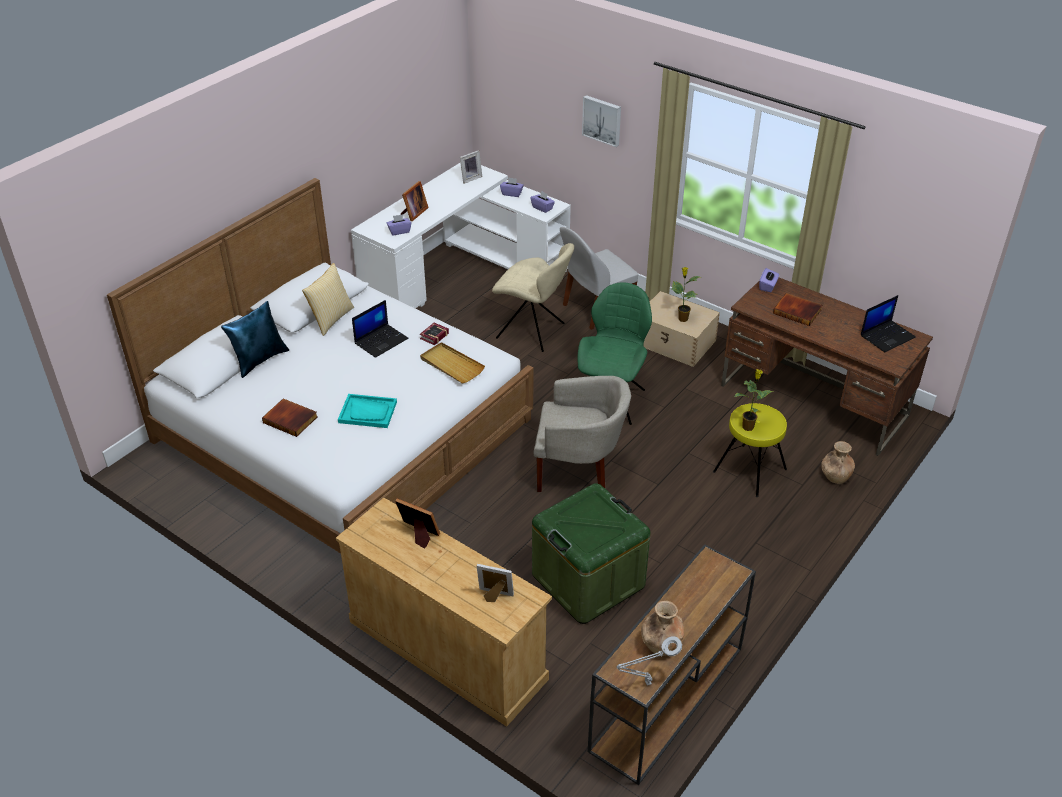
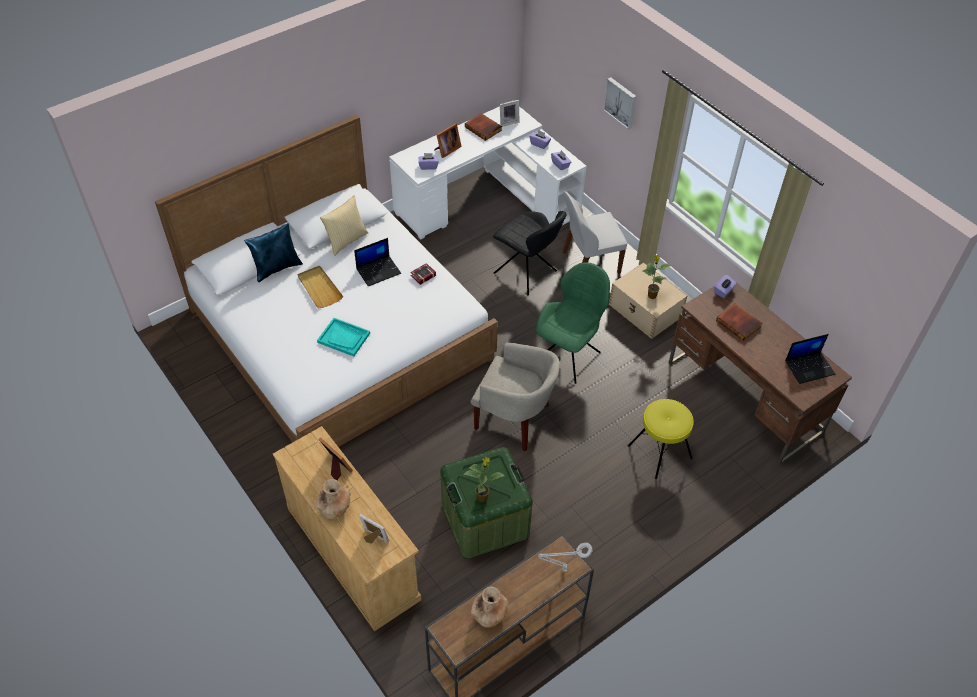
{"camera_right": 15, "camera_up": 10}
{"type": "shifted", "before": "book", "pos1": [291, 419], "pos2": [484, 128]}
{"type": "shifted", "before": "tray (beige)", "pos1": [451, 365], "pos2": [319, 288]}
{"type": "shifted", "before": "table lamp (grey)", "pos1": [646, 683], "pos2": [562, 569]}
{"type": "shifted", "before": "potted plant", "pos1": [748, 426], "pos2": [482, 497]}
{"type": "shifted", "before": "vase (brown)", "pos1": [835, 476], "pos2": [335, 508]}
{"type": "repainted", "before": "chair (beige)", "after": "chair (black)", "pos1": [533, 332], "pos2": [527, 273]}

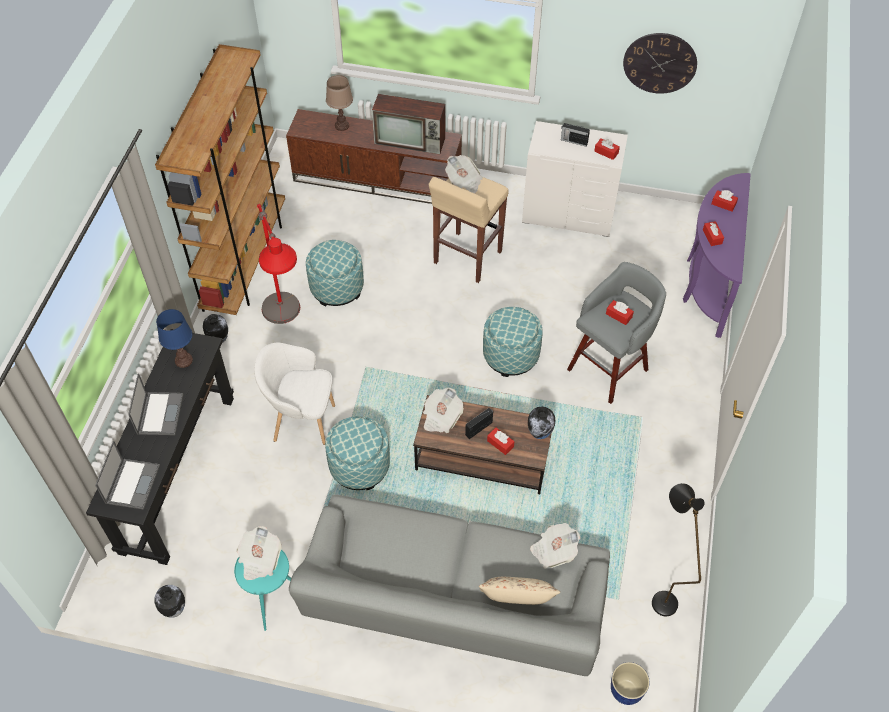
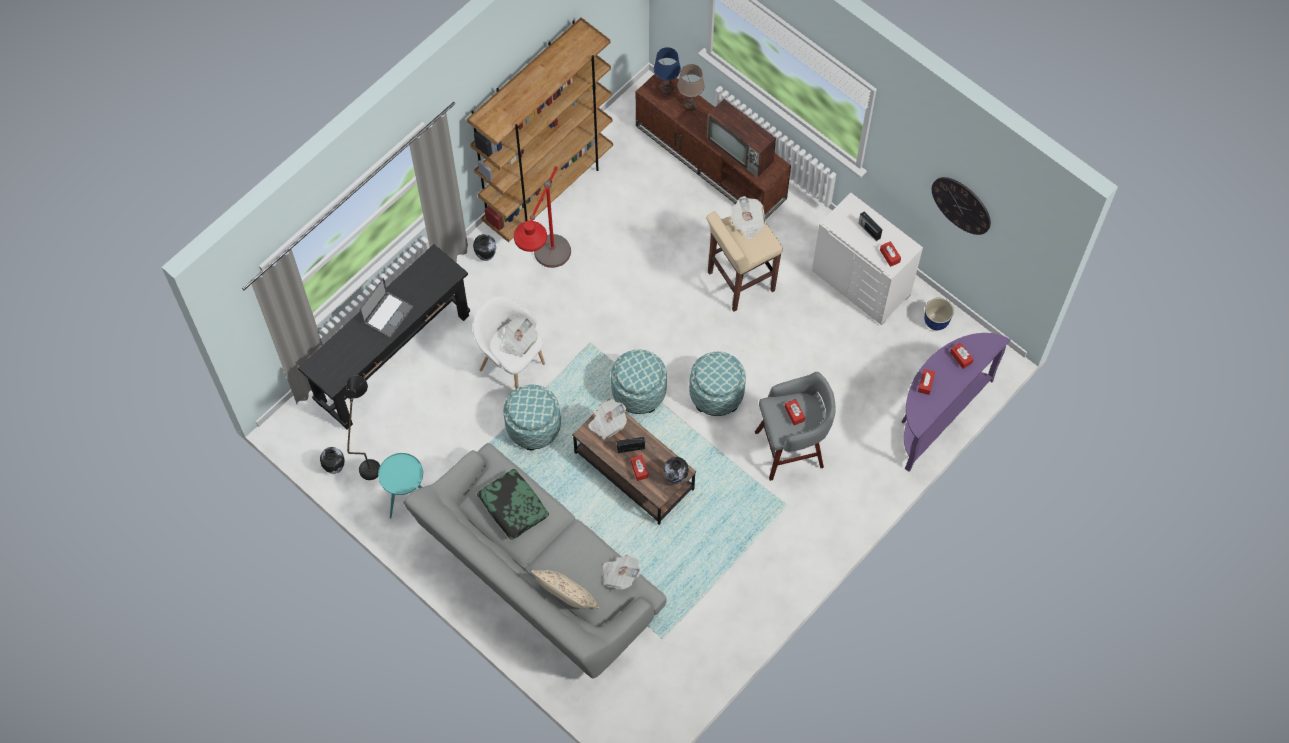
{"camera_right": 30, "camera_up": 10}
{"type": "gone", "before": "laptop", "pos1": [132, 483]}
{"type": "new", "after": "pillow", "pos2": [513, 507]}
{"type": "shifted", "before": "table lamp (blue)", "pos1": [183, 360], "pos2": [666, 87]}
{"type": "shifted", "before": "newspaper", "pos1": [259, 559], "pos2": [518, 342]}
{"type": "shifted", "before": "ottoman", "pos1": [337, 287], "pos2": [639, 391]}
{"type": "shifted", "before": "planter", "pos1": [625, 691], "pos2": [935, 321]}
{"type": "shifted", "before": "floor lamp (black)", "pos1": [659, 595], "pos2": [371, 462]}

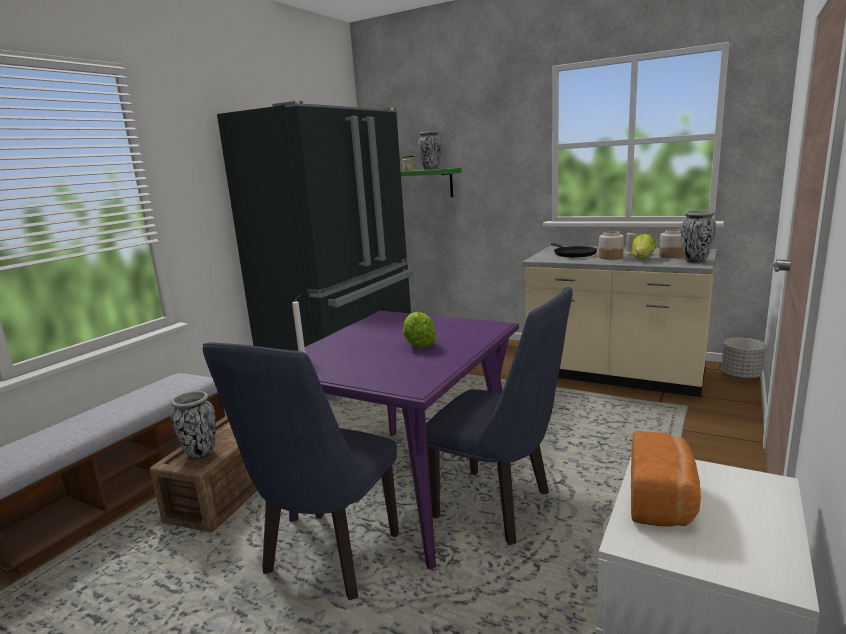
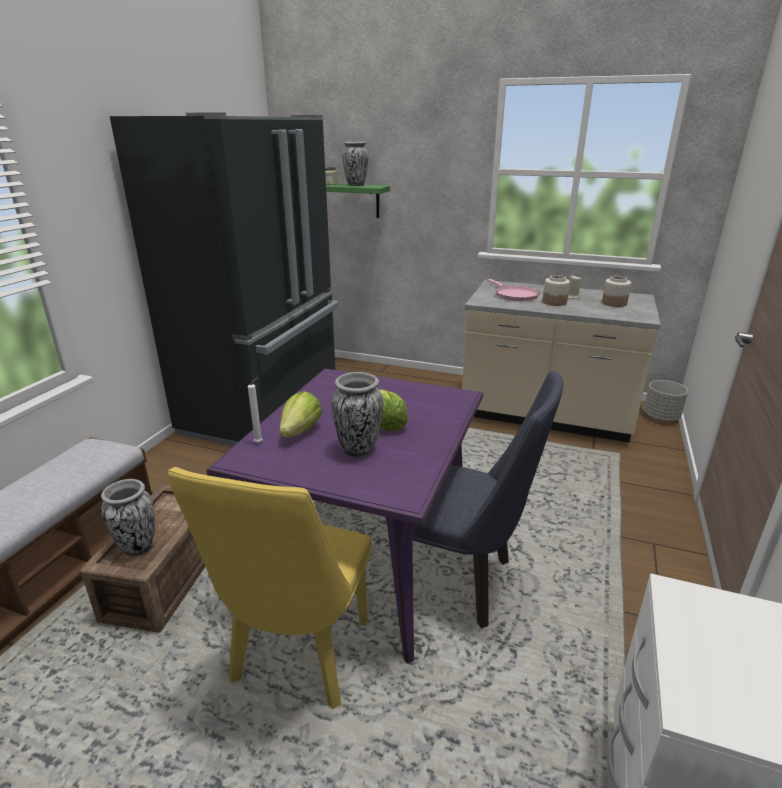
{"camera_right": -10, "camera_up": 10}
{"type": "gone", "before": "bread", "pos1": [662, 500]}
{"type": "shifted", "before": "lettuce", "pos1": [642, 259], "pos2": [300, 431]}
{"type": "shifted", "before": "vase", "pos1": [695, 261], "pos2": [358, 449]}
{"type": "repainted", "before": "chair (blue)", "after": "chair (yellow)", "pos1": [327, 561], "pos2": [298, 660]}
{"type": "repainted", "before": "frying pan (black)", "after": "frying pan (pink)", "pos1": [573, 254], "pos2": [514, 295]}

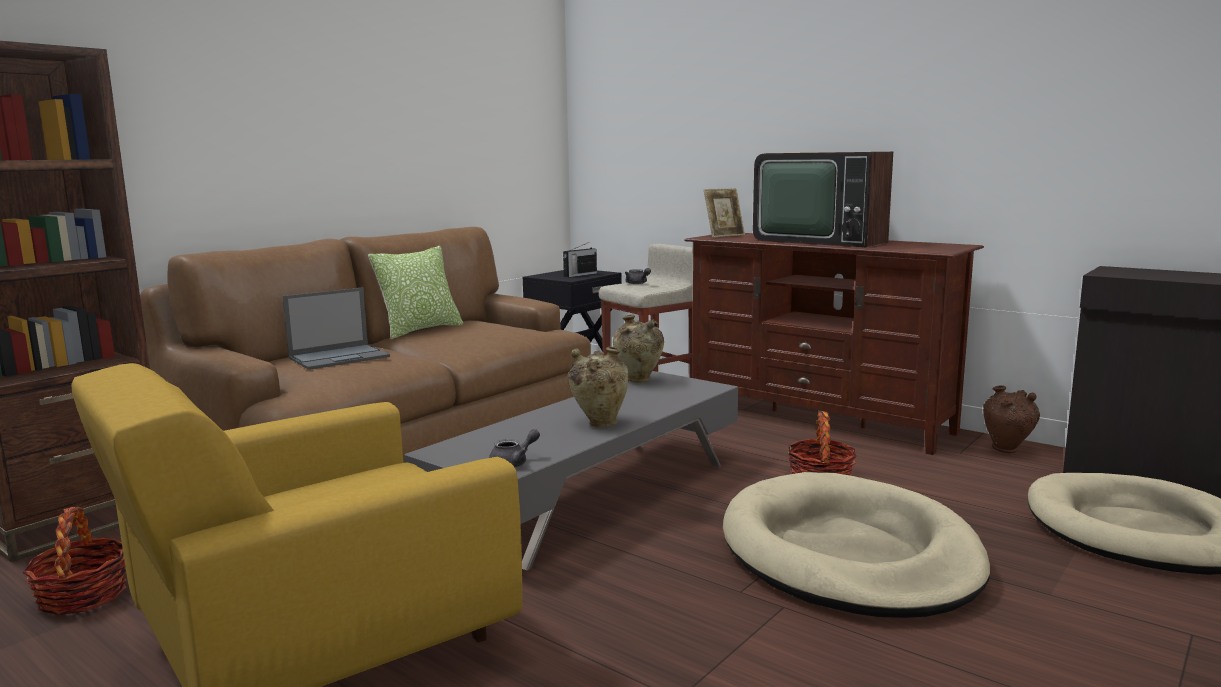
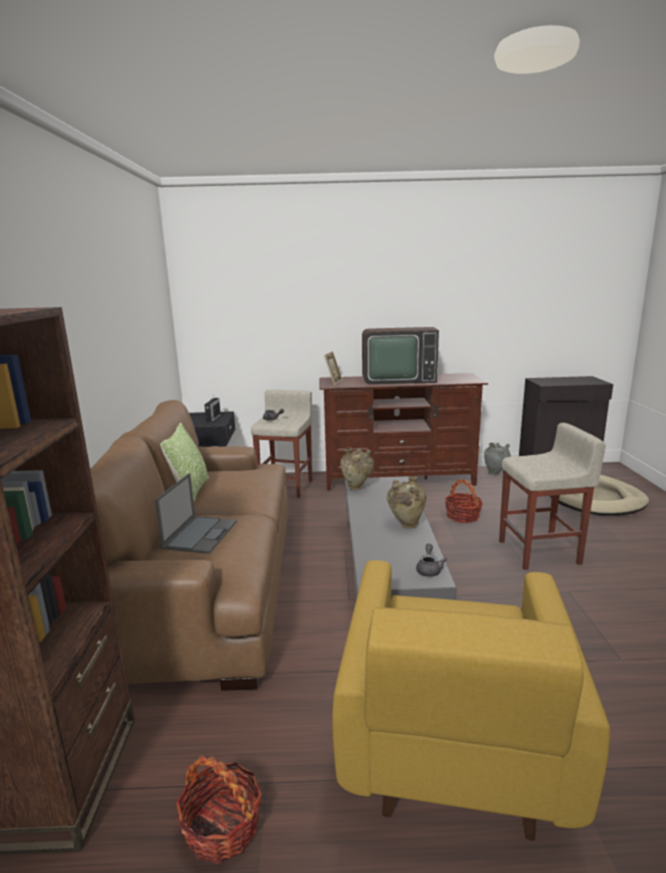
{"camera_right": -40, "camera_up": 5}
{"type": "swapped", "before": "dog bed (beige)", "after": "stool (beige)", "pos1": [849, 554], "pos2": [540, 552]}
{"type": "repainted", "before": "vase (brown)", "after": "vase (grey)", "pos1": [1007, 451], "pos2": [495, 474]}

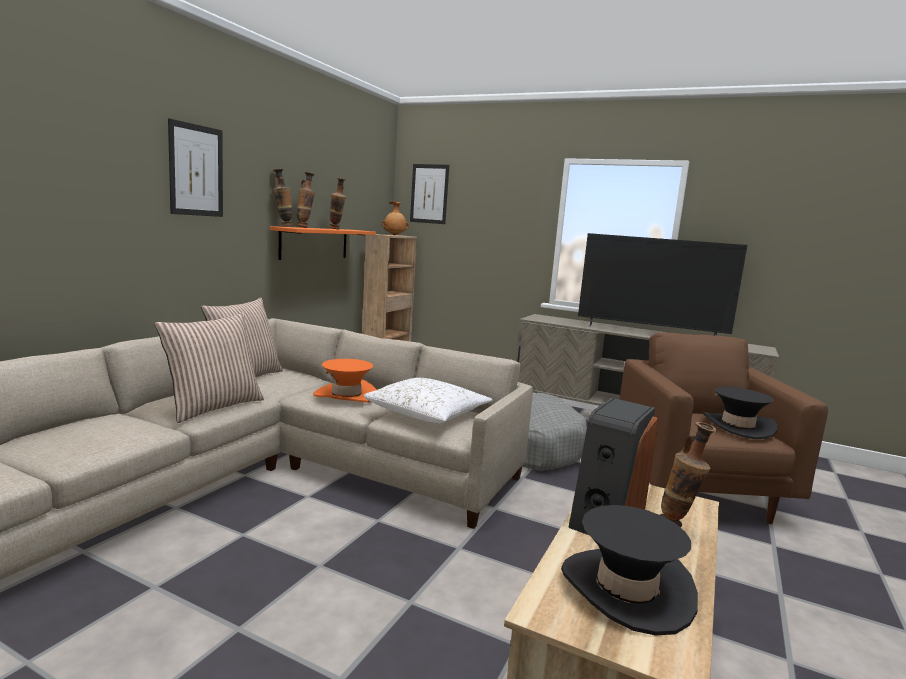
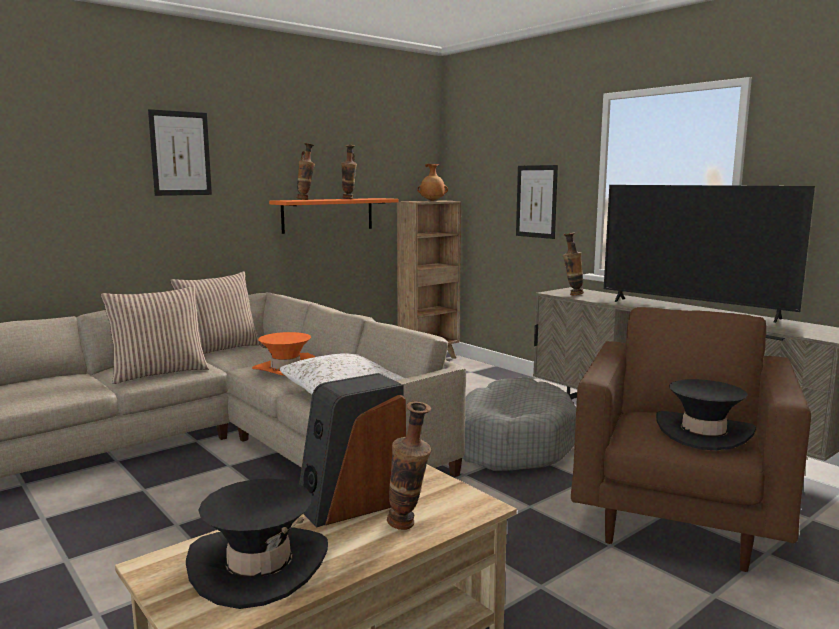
{"camera_right": 25, "camera_up": 0}
{"type": "shifted", "before": "vase", "pos1": [282, 226], "pos2": [572, 294]}
{"type": "shifted", "before": "picture", "pos1": [429, 194], "pos2": [536, 201]}

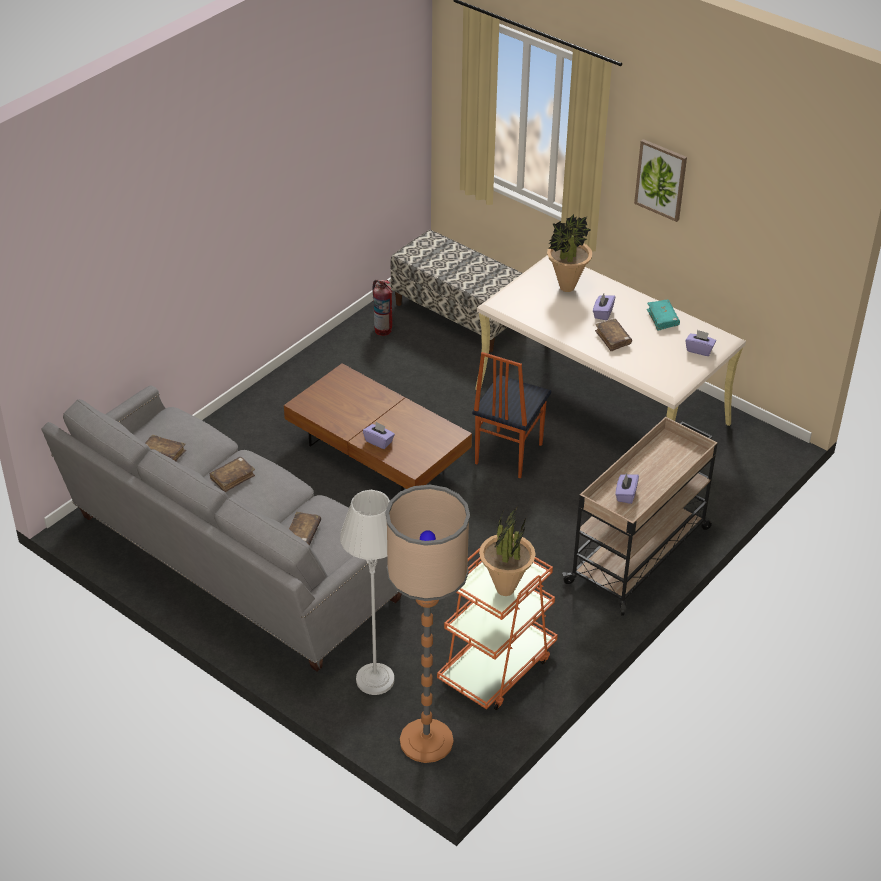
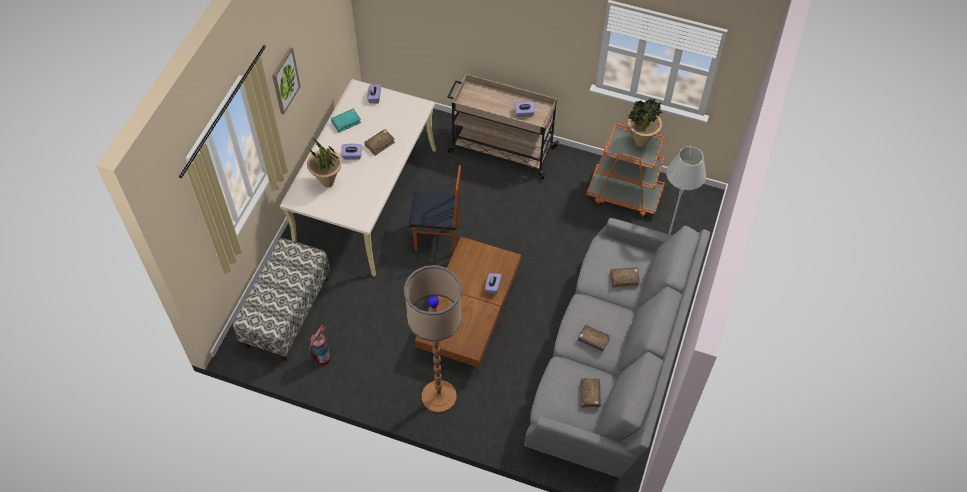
{"camera_right": -110, "camera_up": 15}
{"type": "shifted", "before": "floor lamp", "pos1": [426, 741], "pos2": [439, 396]}

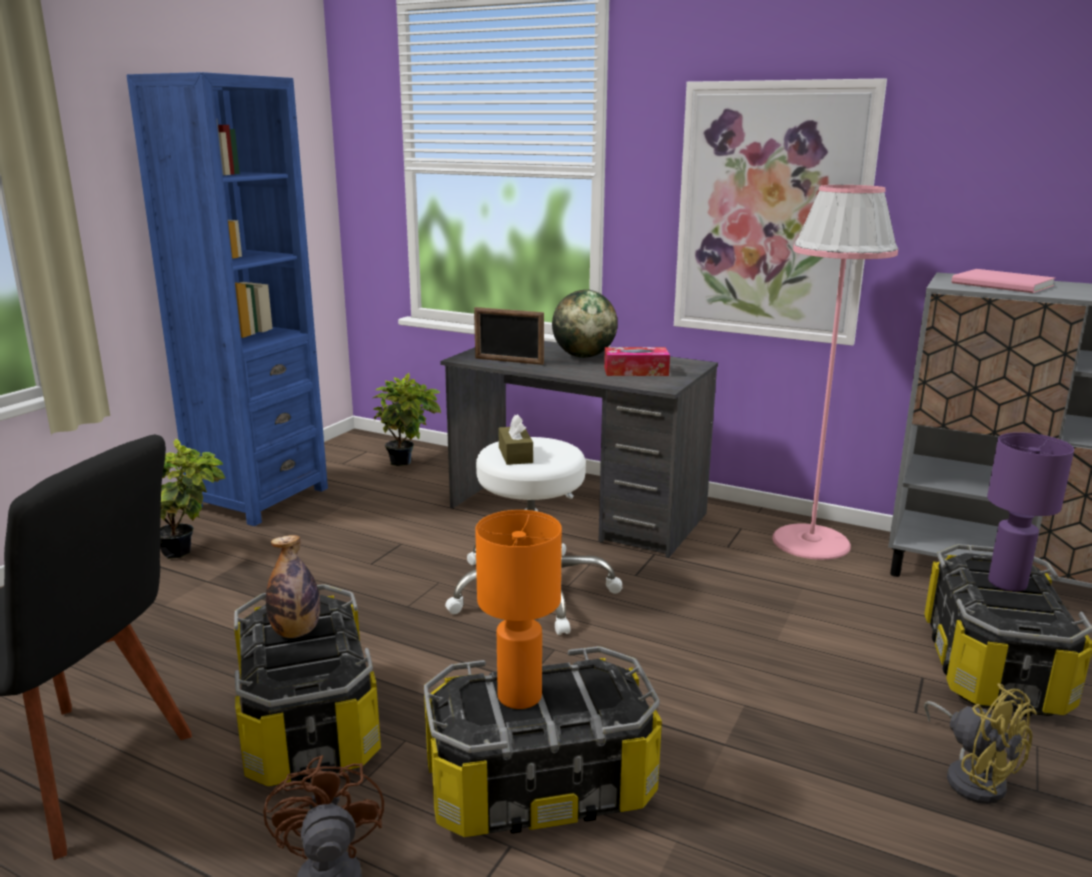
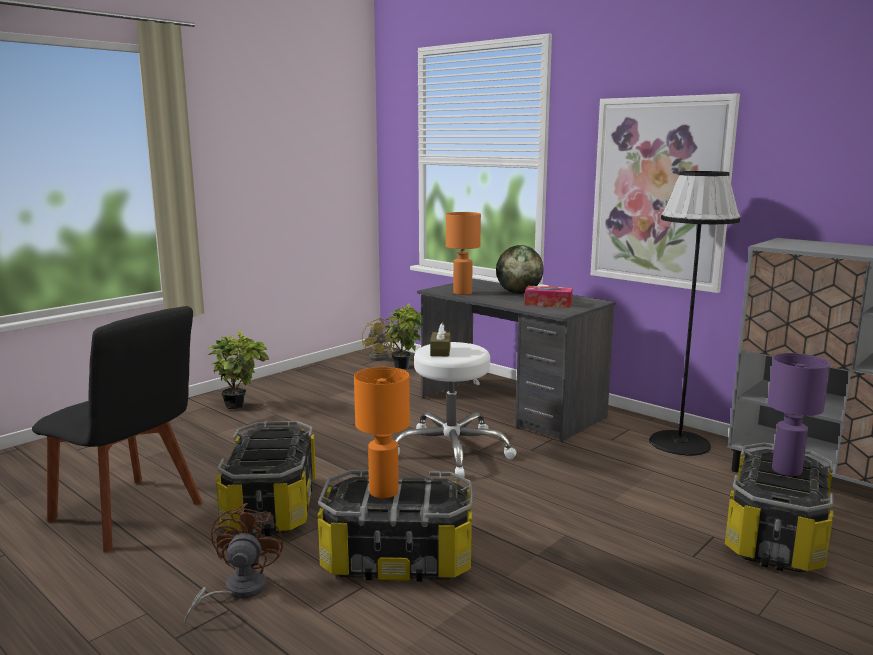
{"camera_right": 15, "camera_up": -5}
{"type": "gone", "before": "bookcase (blue)", "pos1": [259, 498]}
{"type": "gone", "before": "bottle", "pos1": [296, 632]}
{"type": "gone", "before": "book (pink)", "pos1": [1004, 285]}
{"type": "shifted", "before": "fan (yellow)", "pos1": [972, 776], "pos2": [381, 357]}
{"type": "swapped", "before": "picture frame", "after": "table lamp (orange)", "pos1": [508, 361], "pos2": [463, 293]}
{"type": "repainted", "before": "floor lamp (pink)", "after": "floor lamp (black)", "pos1": [810, 541], "pos2": [679, 443]}

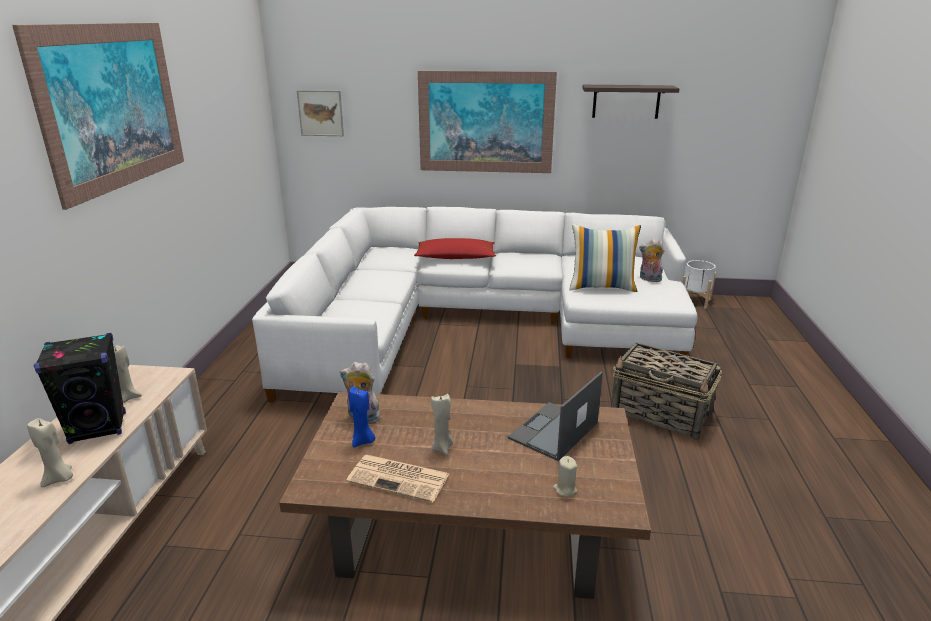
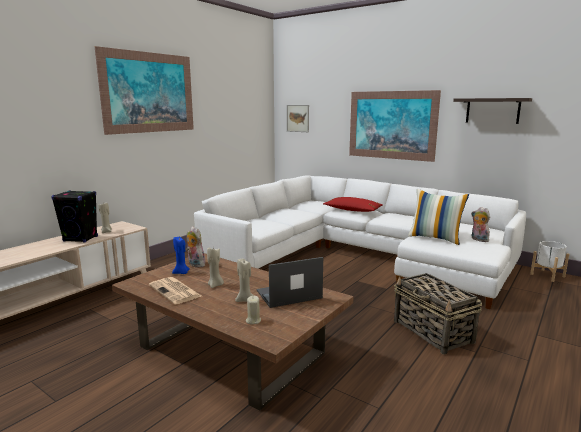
{"camera_right": 30, "camera_up": -10}
{"type": "shifted", "before": "candle (beige)", "pos1": [59, 479], "pos2": [245, 300]}

